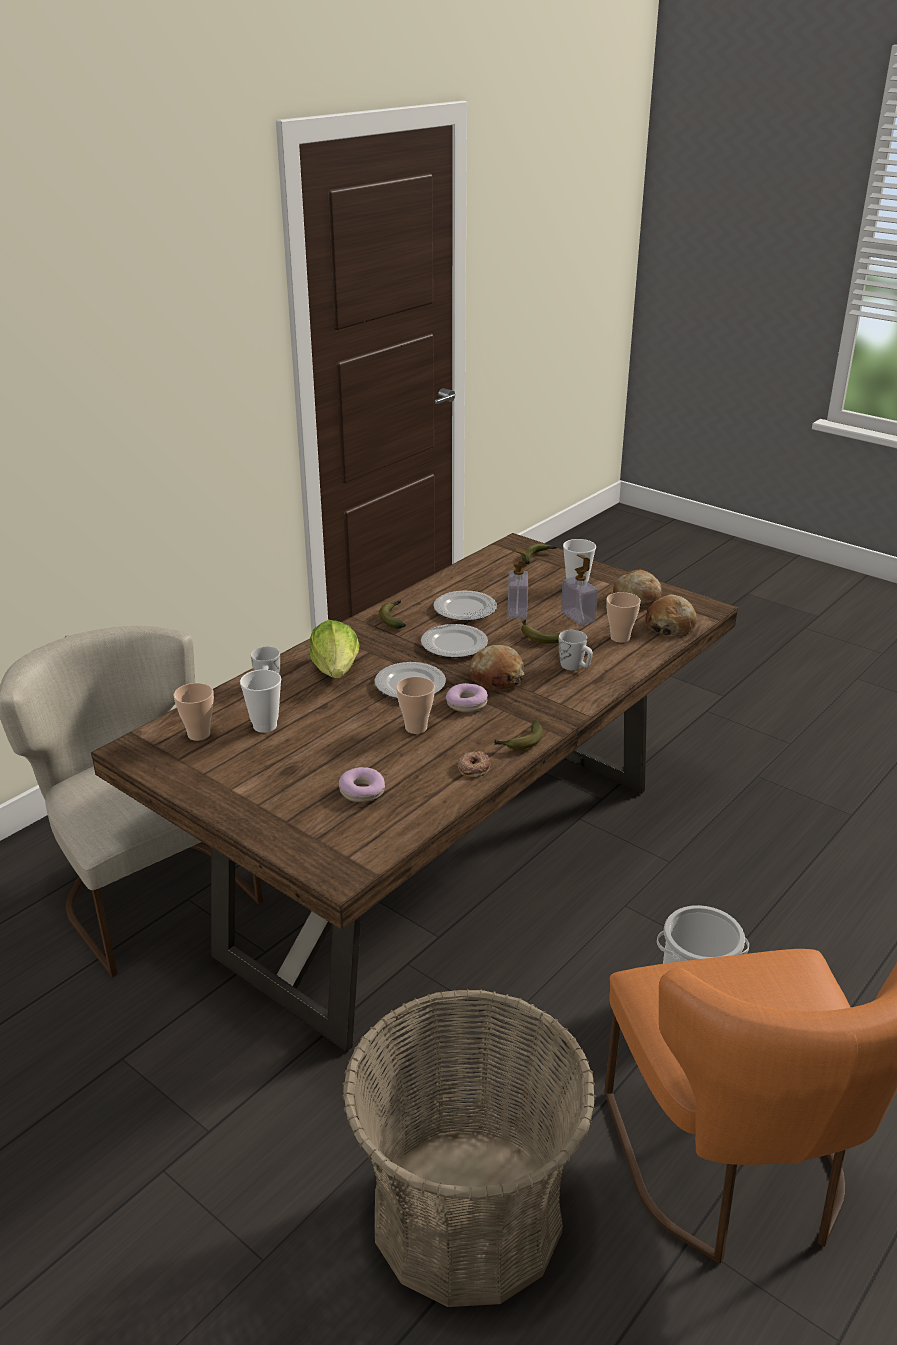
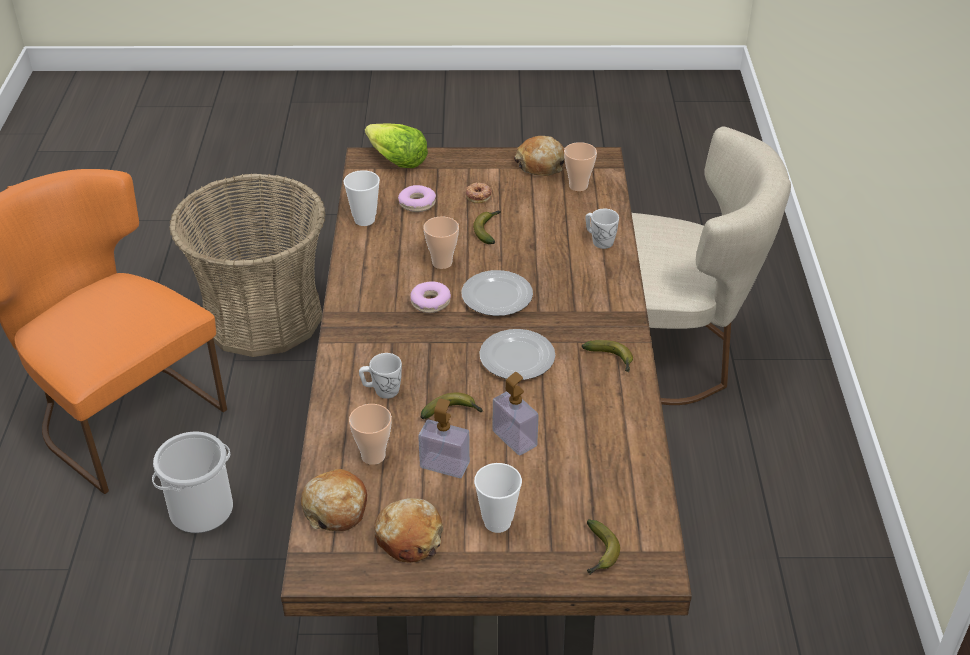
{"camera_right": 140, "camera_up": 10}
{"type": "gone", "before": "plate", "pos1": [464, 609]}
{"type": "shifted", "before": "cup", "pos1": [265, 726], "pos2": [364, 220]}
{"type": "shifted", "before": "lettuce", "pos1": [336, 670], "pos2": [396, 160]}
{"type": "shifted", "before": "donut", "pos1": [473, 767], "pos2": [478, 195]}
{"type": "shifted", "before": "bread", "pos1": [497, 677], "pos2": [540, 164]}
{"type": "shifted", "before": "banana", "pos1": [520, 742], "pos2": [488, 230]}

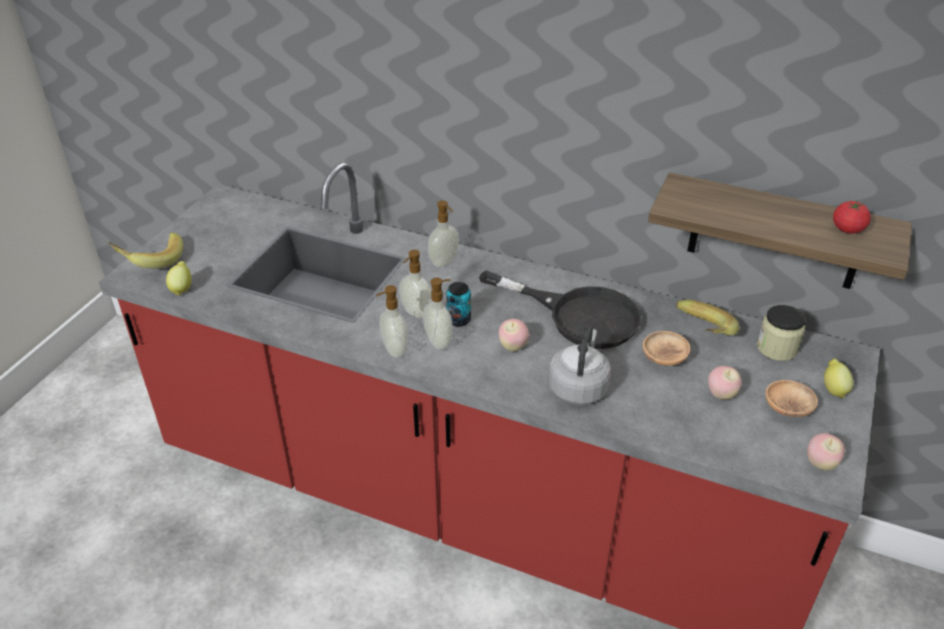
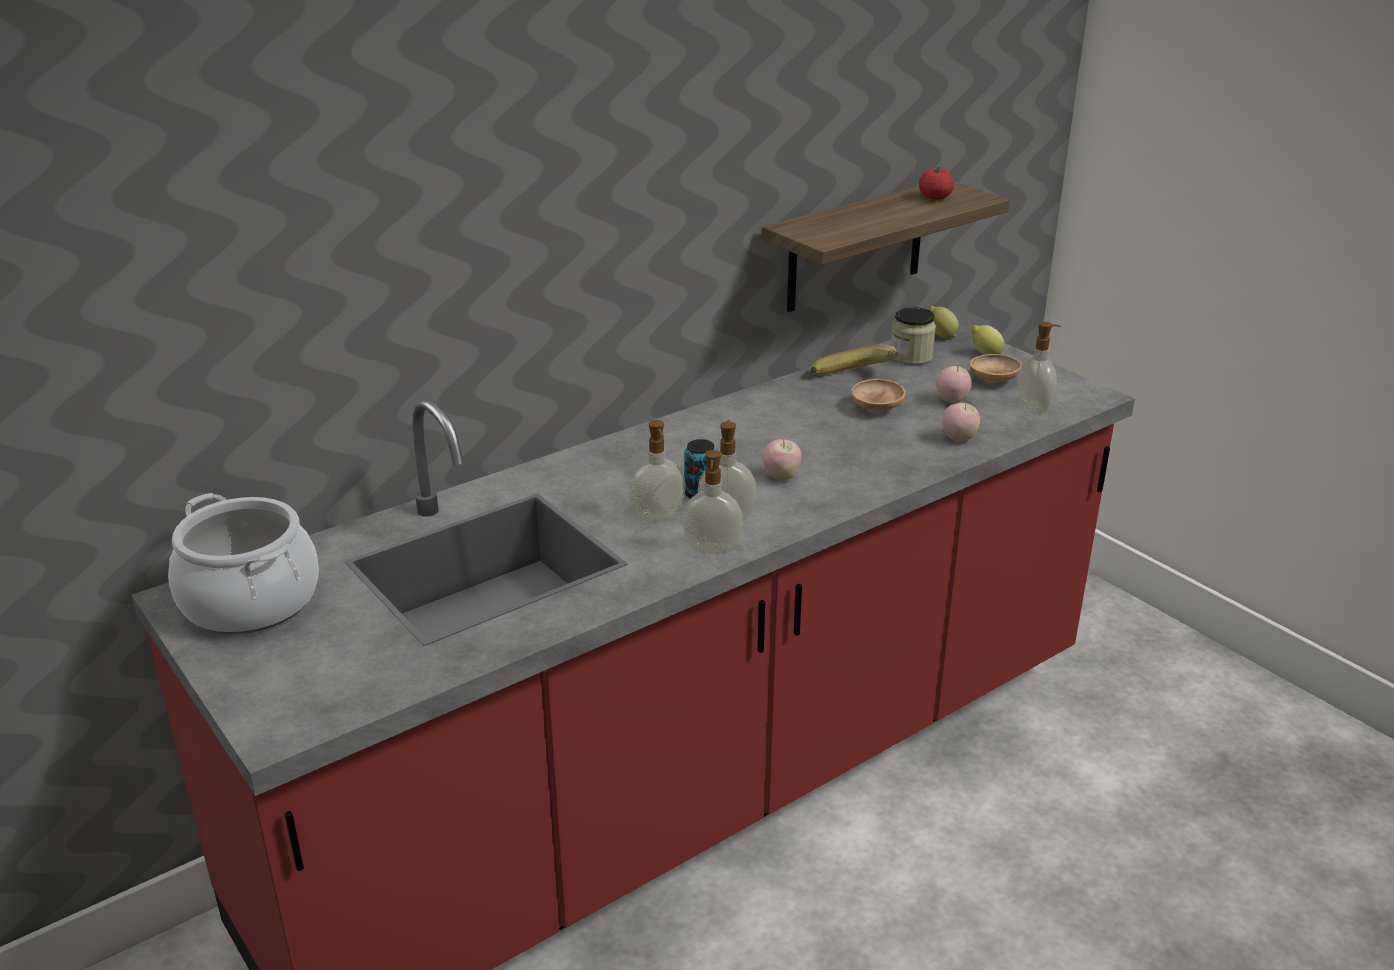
{"camera_right": -60, "camera_up": -10}
{"type": "gone", "before": "banana", "pos1": [151, 260]}
{"type": "gone", "before": "frying pan (black)", "pos1": [578, 315]}
{"type": "gone", "before": "kettle (grey)", "pos1": [578, 386]}
{"type": "new", "after": "cooking pot", "pos2": [250, 602]}
{"type": "shifted", "before": "lemon", "pos1": [182, 288], "pos2": [940, 336]}
{"type": "shifted", "before": "soap dispenser", "pos1": [444, 262], "pos2": [1034, 407]}
{"type": "shifted", "before": "apple", "pos1": [820, 464], "pos2": [958, 439]}

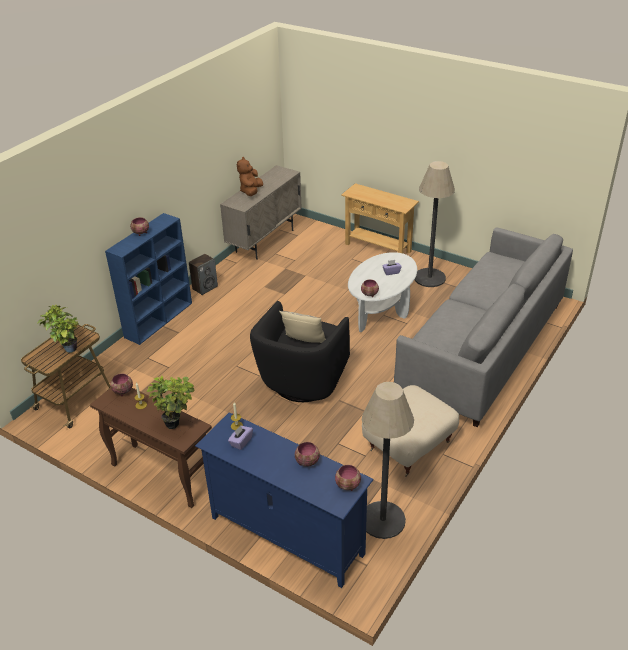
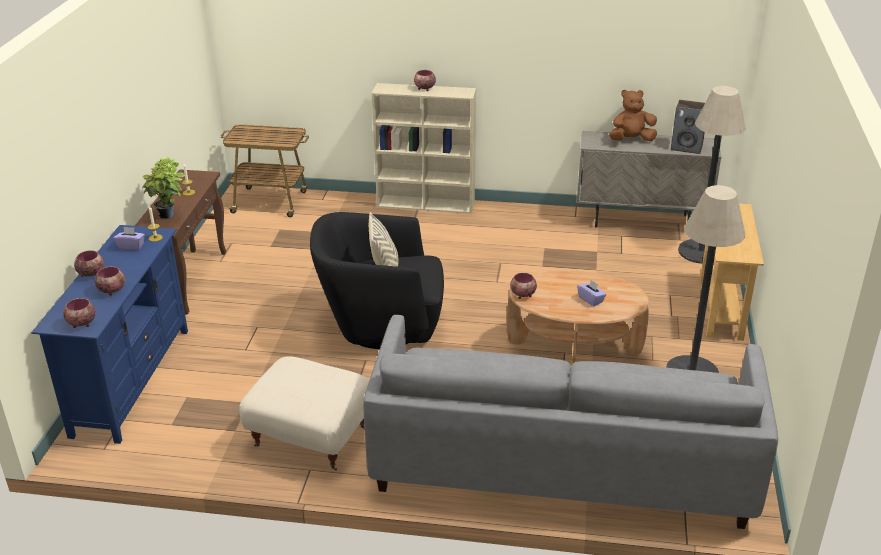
{"camera_right": 65, "camera_up": -5}
{"type": "gone", "before": "potted plant", "pos1": [67, 349]}
{"type": "shifted", "before": "bowl", "pos1": [122, 391], "pos2": [91, 274]}
{"type": "shifted", "before": "speaker", "pos1": [205, 287], "pos2": [687, 147]}
{"type": "shifted", "before": "floor lamp", "pos1": [382, 520], "pos2": [700, 252]}
{"type": "repainted", "before": "bookcase (blue)", "after": "bookcase (beige)", "pos1": [159, 319], "pos2": [427, 204]}
{"type": "repainted", "before": "coffee table (white)", "after": "coffee table (brown)", "pos1": [381, 310], "pos2": [574, 348]}

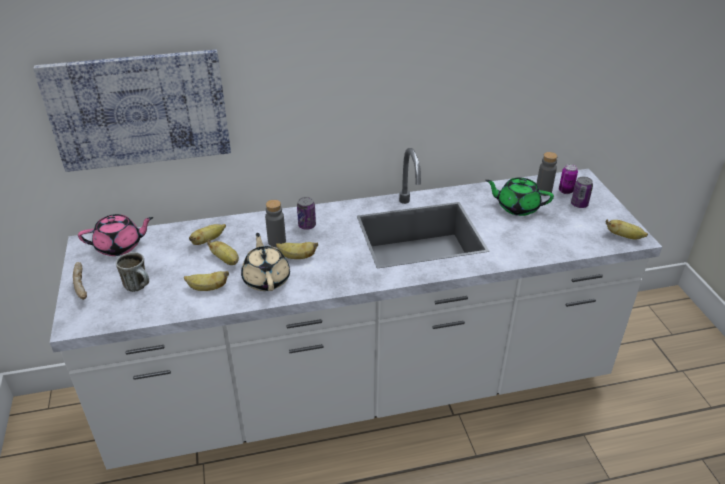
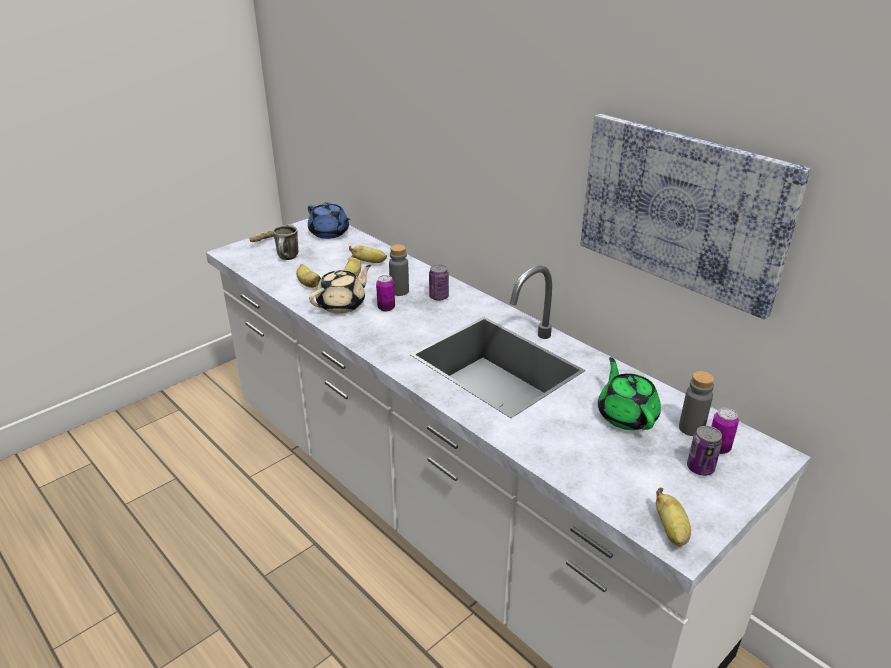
{"camera_right": 60, "camera_up": -5}
{"type": "shifted", "before": "picture", "pos1": [139, 110], "pos2": [682, 210]}
{"type": "swapped", "before": "banana", "after": "can", "pos1": [296, 257], "pos2": [386, 308]}
{"type": "repainted", "before": "teapot (pink)", "after": "teapot (blue)", "pos1": [120, 246], "pos2": [329, 233]}

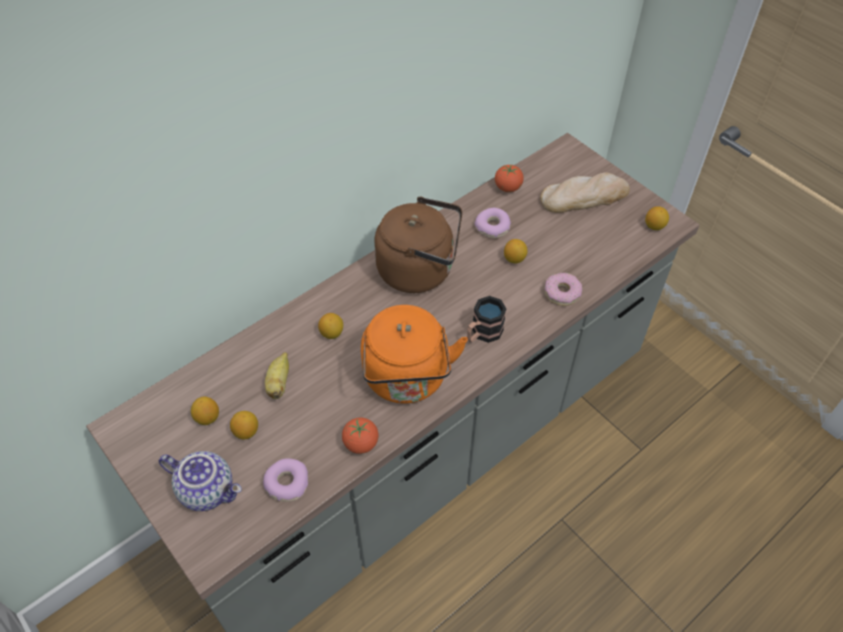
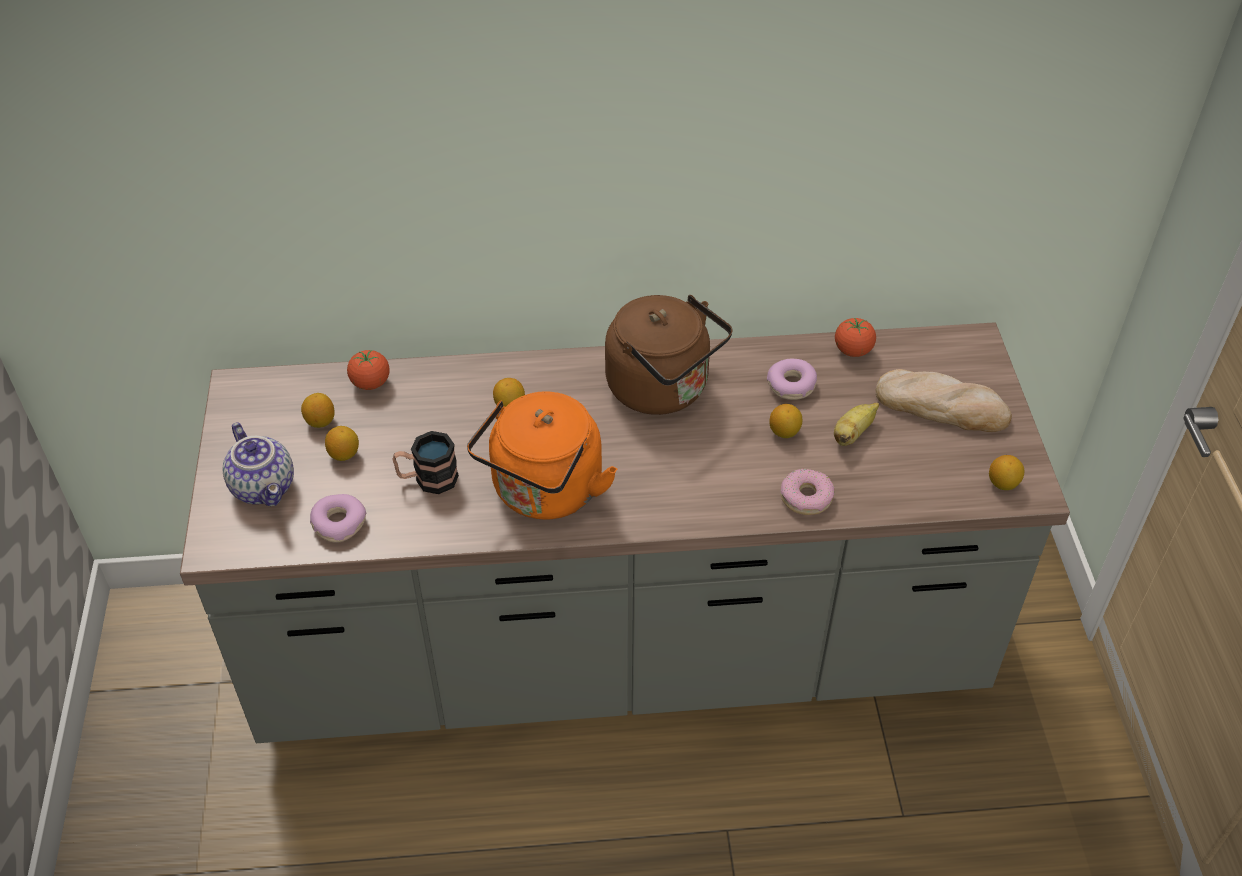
{"camera_right": 35, "camera_up": -5}
{"type": "shifted", "before": "banana", "pos1": [279, 383], "pos2": [853, 434]}
{"type": "shifted", "before": "tomato", "pos1": [361, 443], "pos2": [370, 383]}
{"type": "shifted", "before": "mug", "pos1": [482, 333], "pos2": [427, 479]}

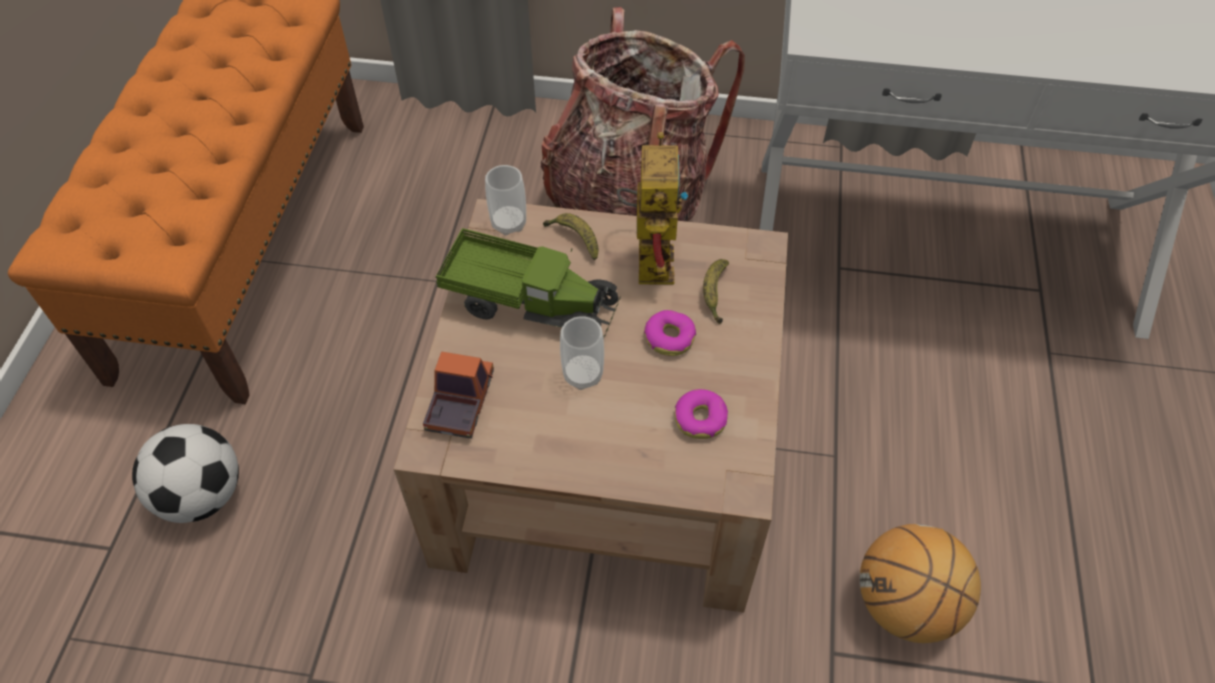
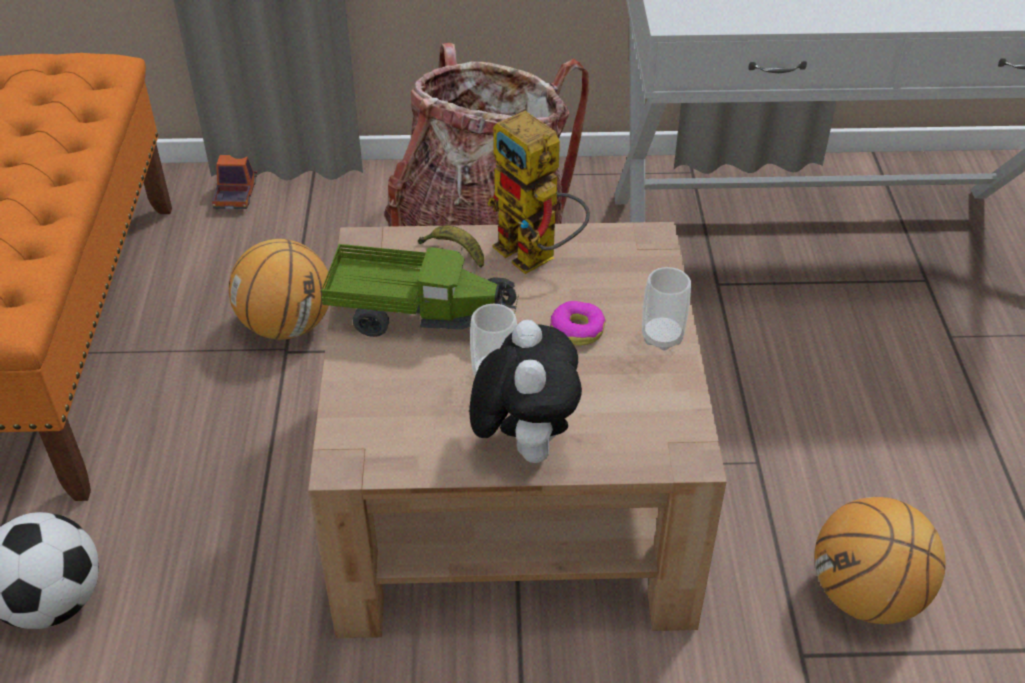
{"camera_right": -10, "camera_up": -10}
{"type": "gone", "before": "donut", "pos1": [700, 419]}
{"type": "gone", "before": "banana", "pos1": [714, 294]}
{"type": "new", "after": "basketball", "pos2": [287, 325]}
{"type": "new", "after": "plush toy", "pos2": [524, 443]}
{"type": "shifted", "before": "toy truck", "pos1": [460, 403], "pos2": [236, 194]}
{"type": "shifted", "before": "cup", "pos1": [508, 223], "pos2": [662, 337]}
{"type": "rotated", "before": "toy robot", "pos1": [649, 254], "pos2": [537, 257], "turn": 150}

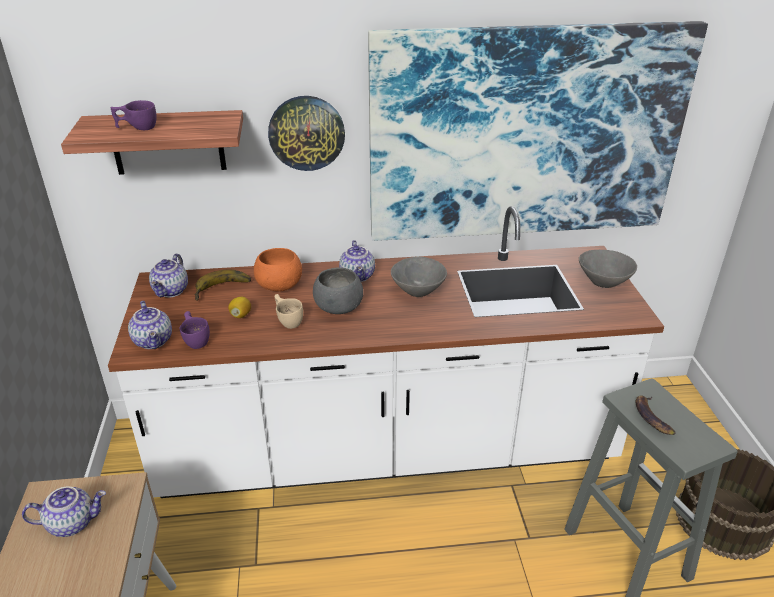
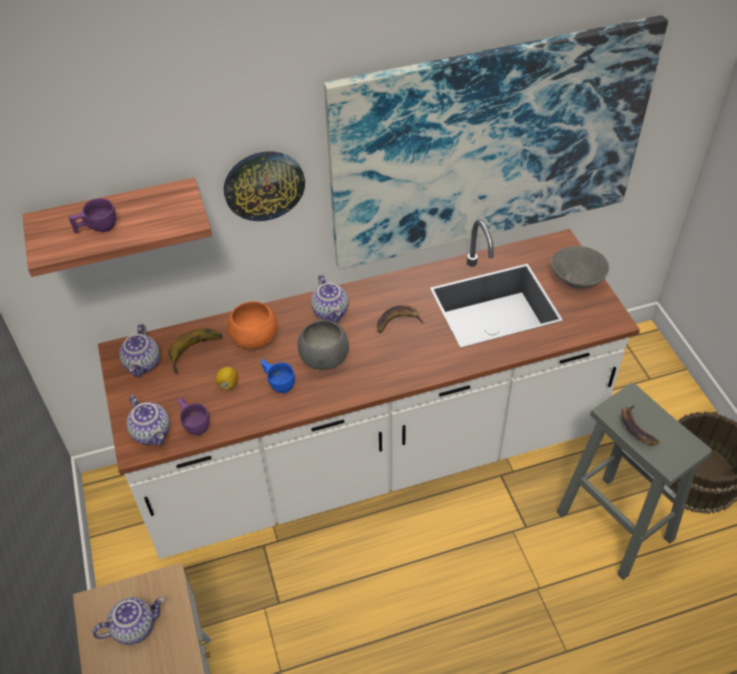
{"camera_right": -10, "camera_up": 15}
{"type": "swapped", "before": "bowl (grey)", "after": "banana", "pos1": [418, 290], "pos2": [398, 321]}
{"type": "repainted", "before": "cup (beige)", "after": "cup (blue)", "pos1": [288, 320], "pos2": [278, 382]}

